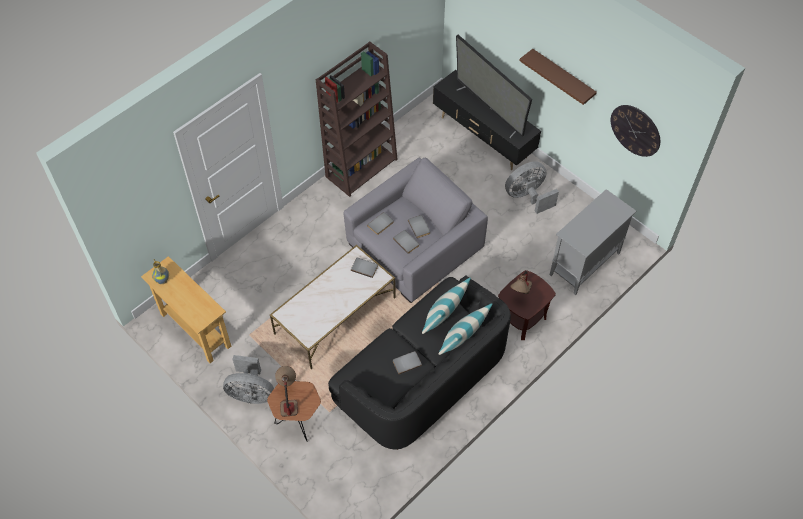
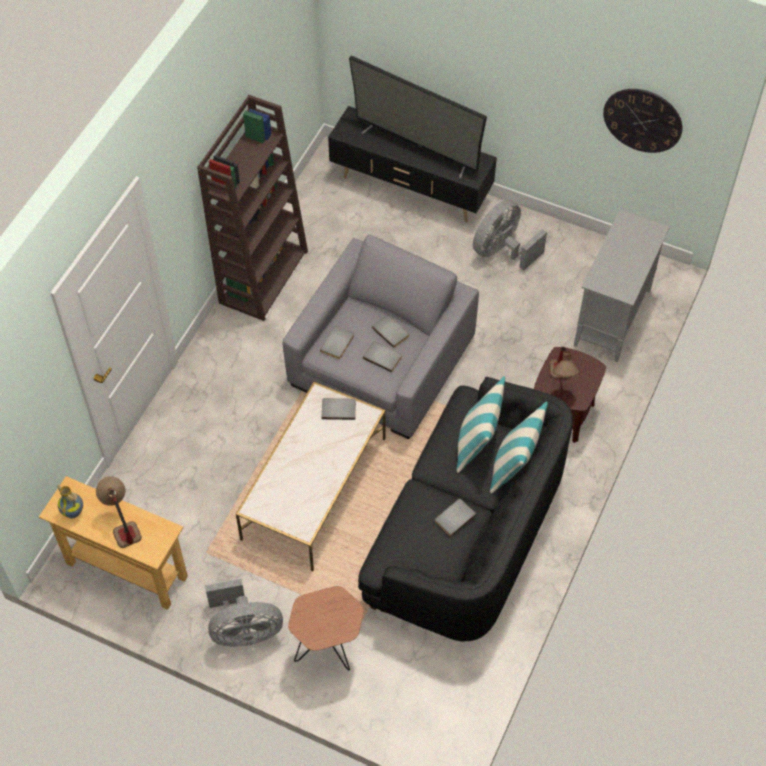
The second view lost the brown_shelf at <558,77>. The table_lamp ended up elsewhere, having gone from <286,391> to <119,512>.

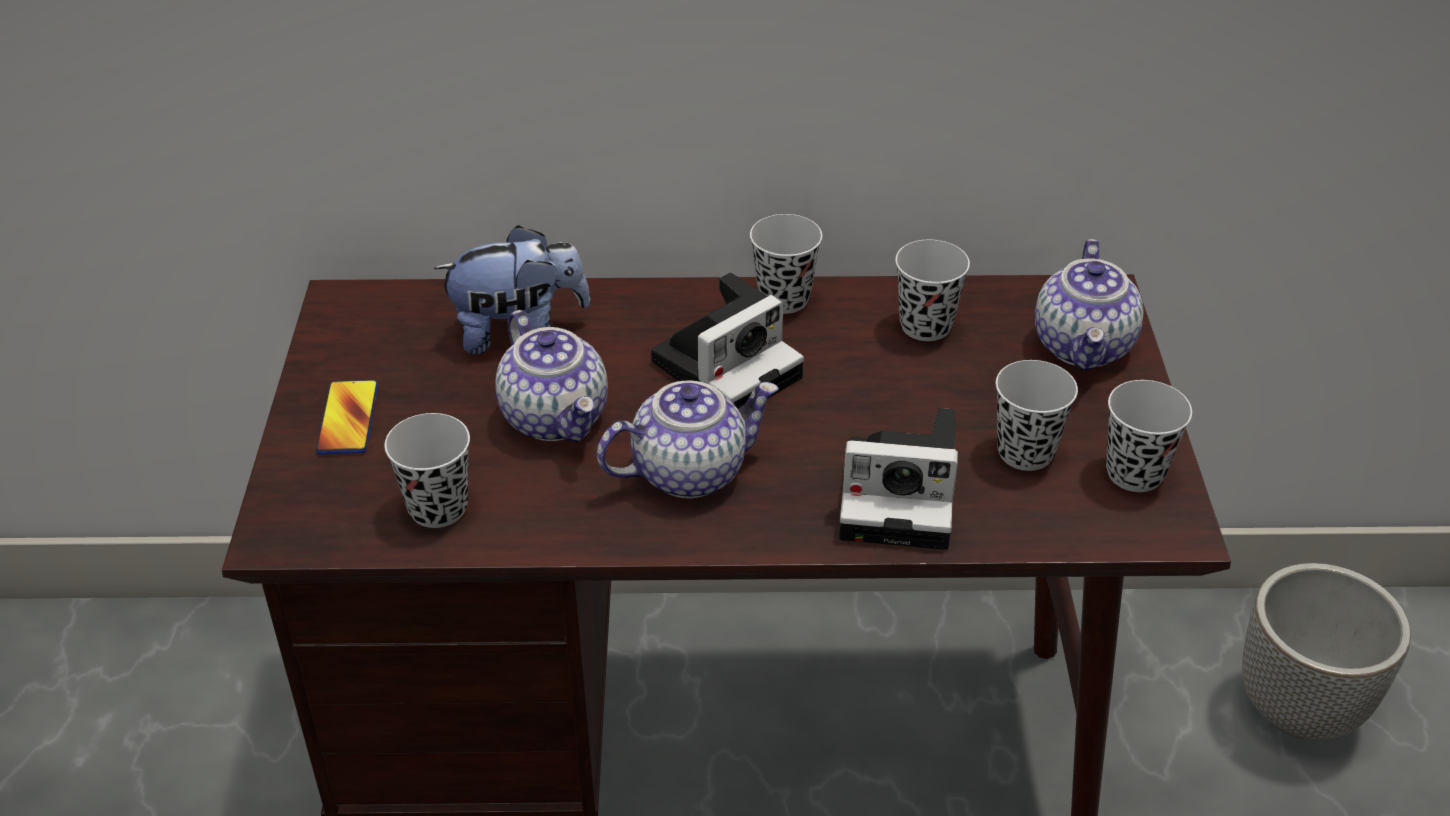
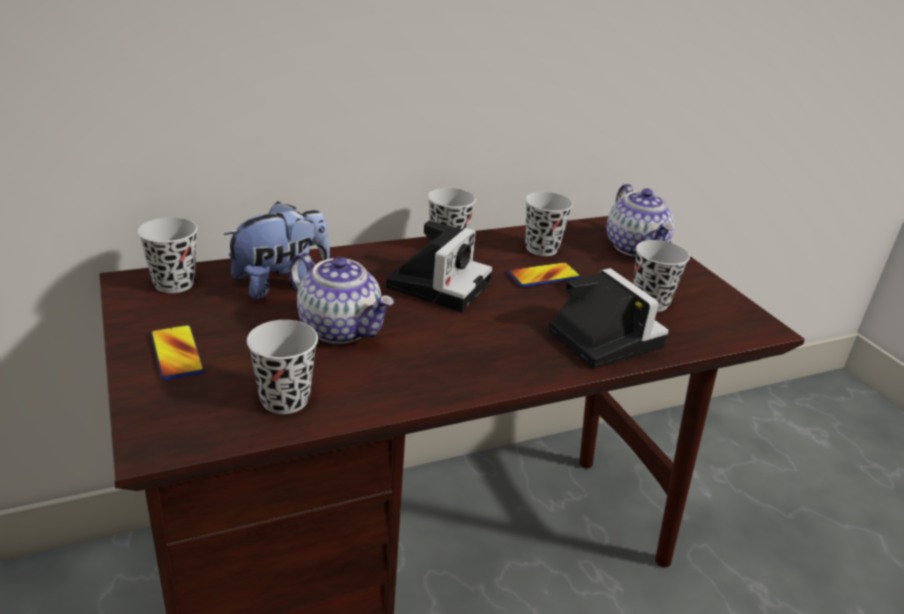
The second view lost the teapot at <687,439>. The black_cup ended up elsewhere, having gone from <1149,436> to <167,255>. The photo_camera at <898,479> ended up facing another way, 105 degrees counterclockwise from before. The second view lost the planter at <1326,651>. The second view gained the phone at <544,274>.

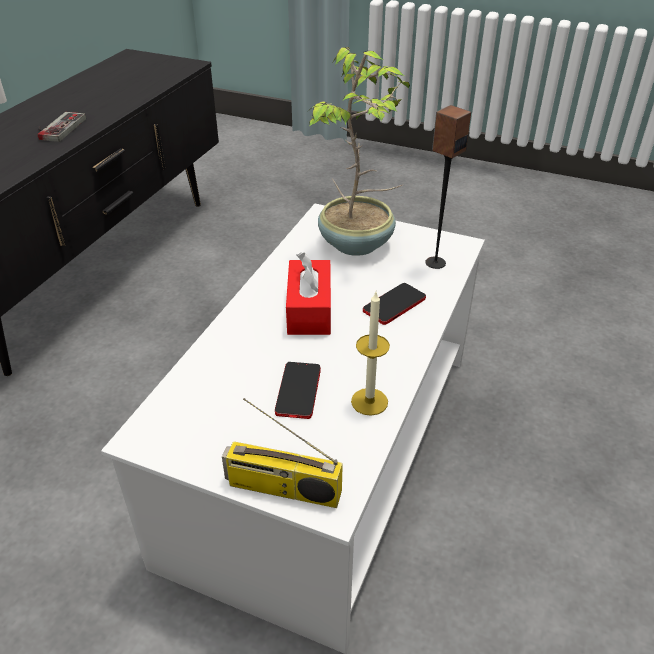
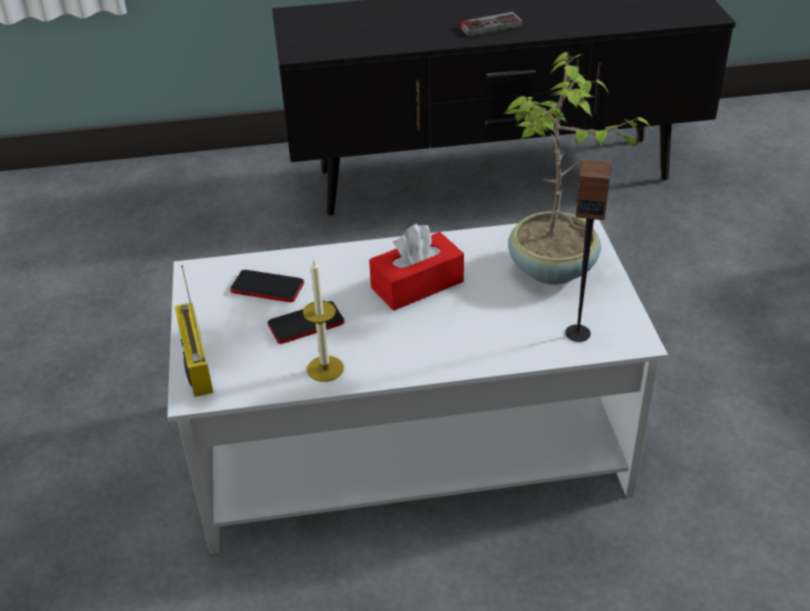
The phone ended up elsewhere, having gone from <394,304> to <267,286>.

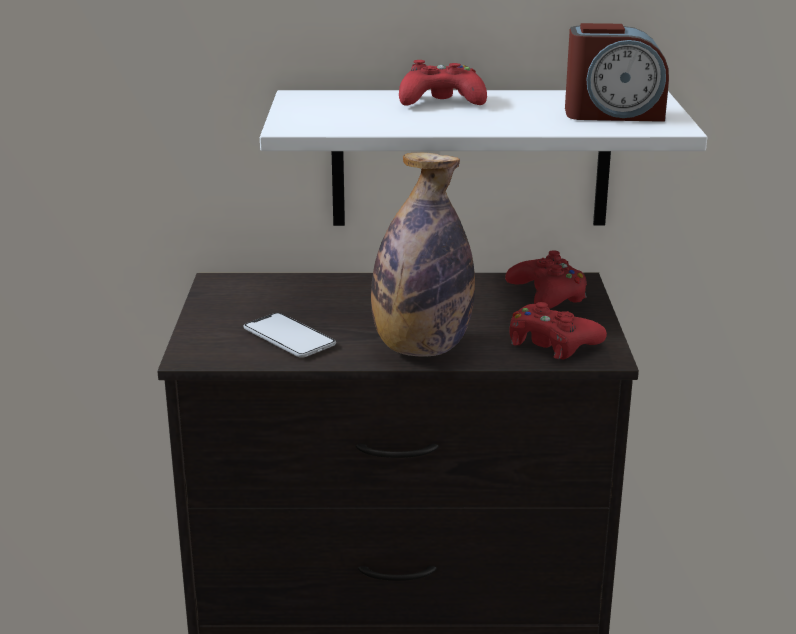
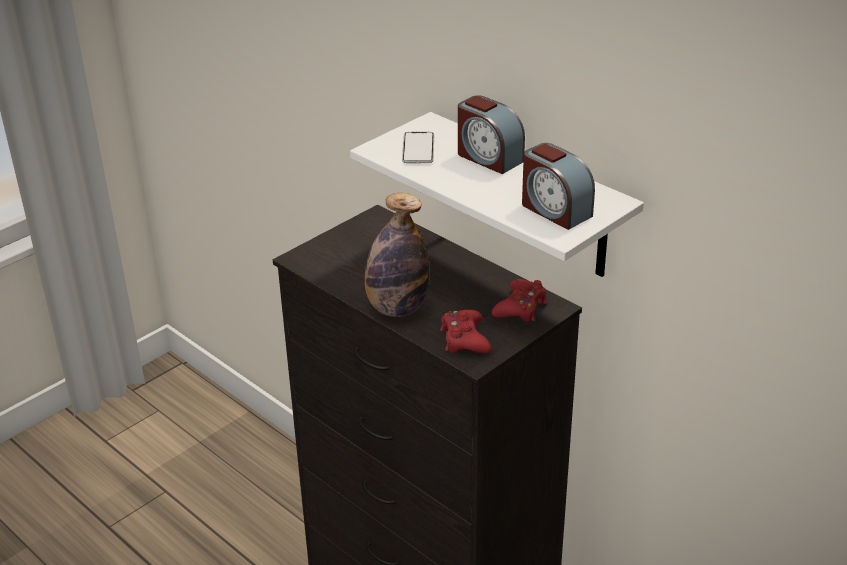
Where the red_game_controller stood at <443,83>, the alarm_clock came to stand at <491,134>. The phone ended up elsewhere, having gone from <290,335> to <418,147>.

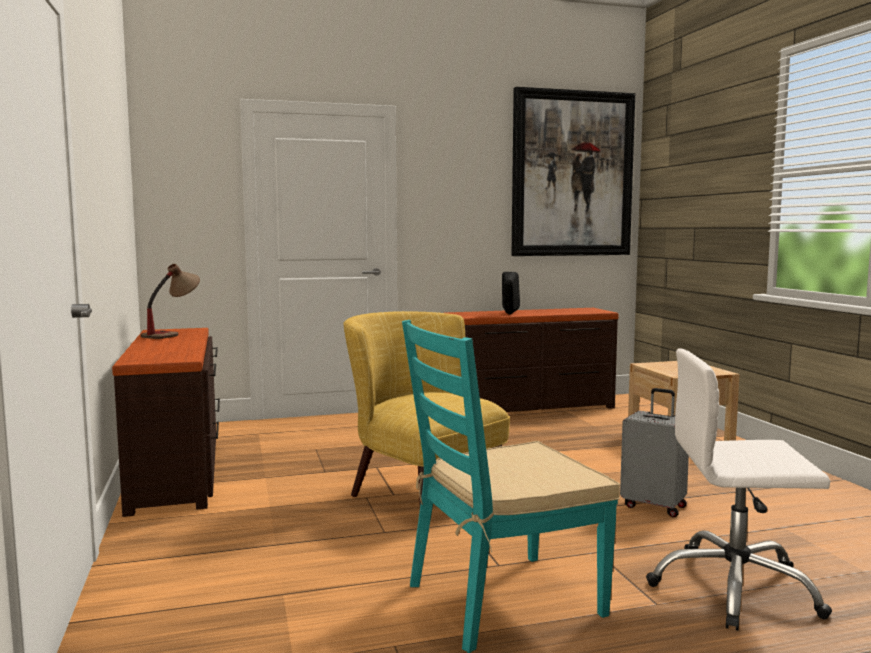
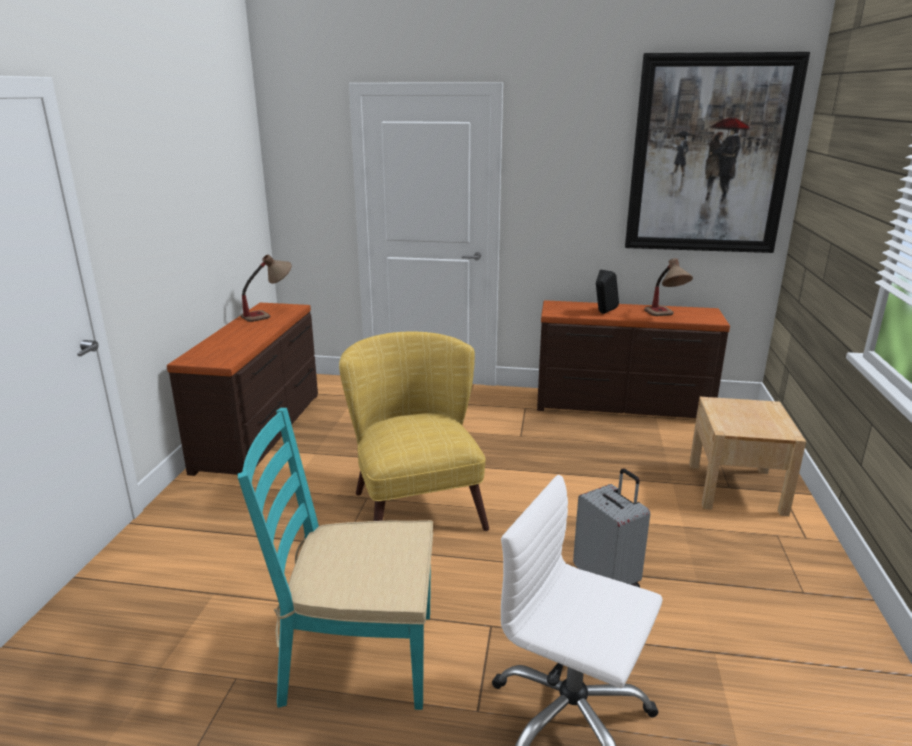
The second view gained the table_lamp at <668,287>.

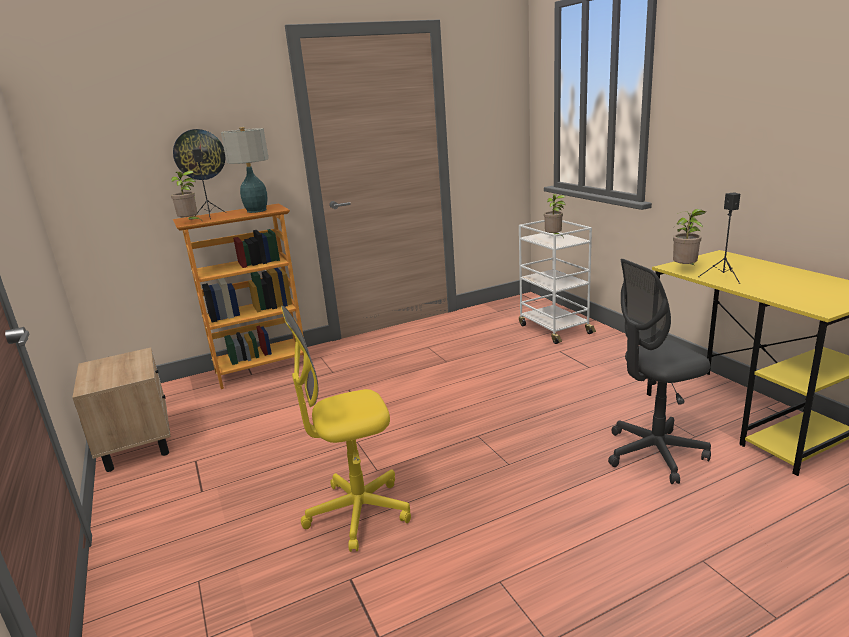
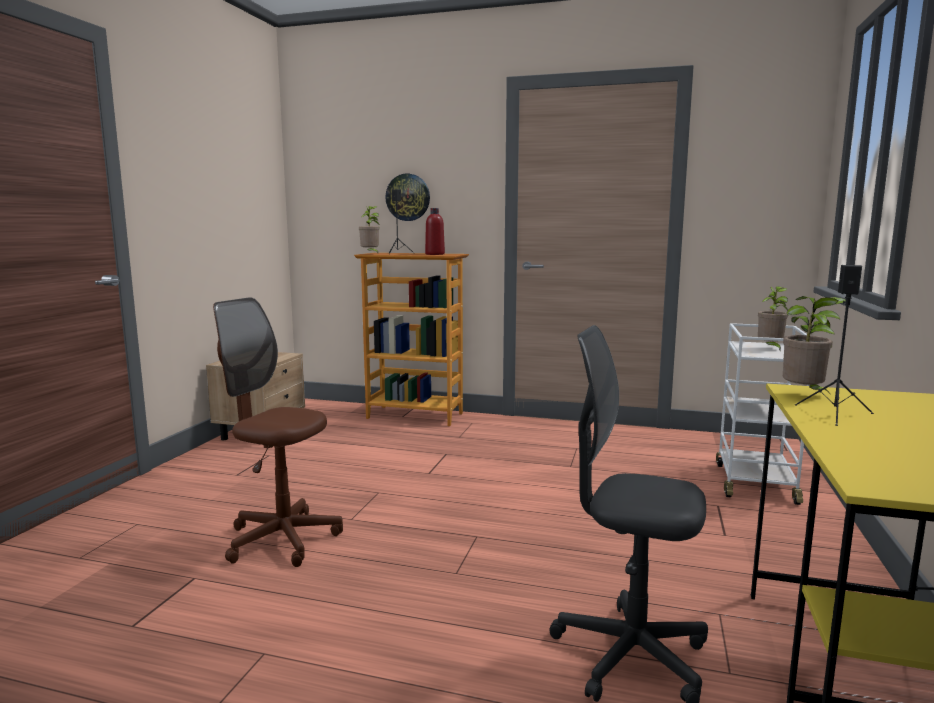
Where the table_lamp stood at <244,170>, the red_bottle came to stand at <435,231>. What was the yellow_office_chair at <346,429> turned into the brown_office_chair at <278,432>.

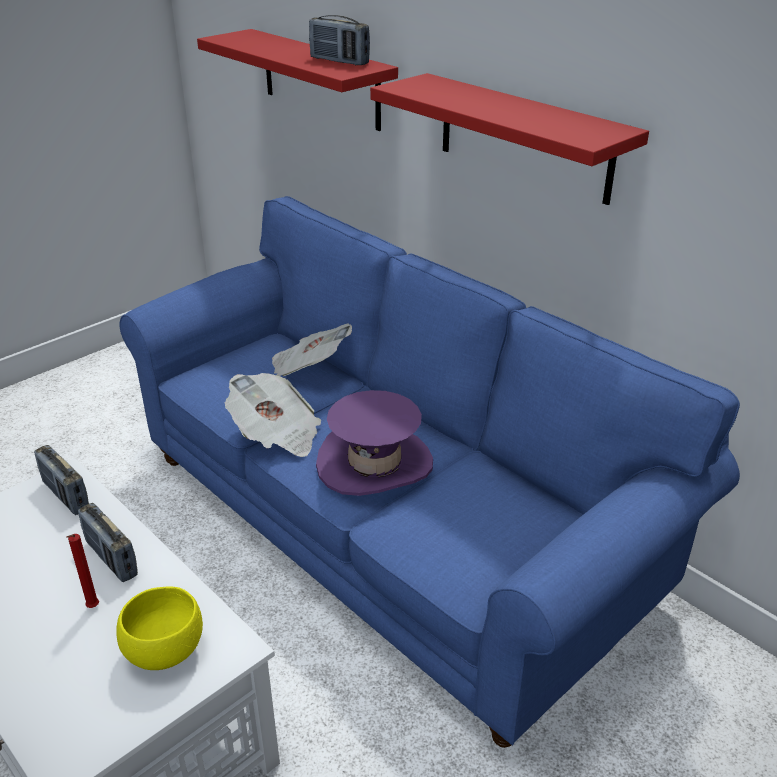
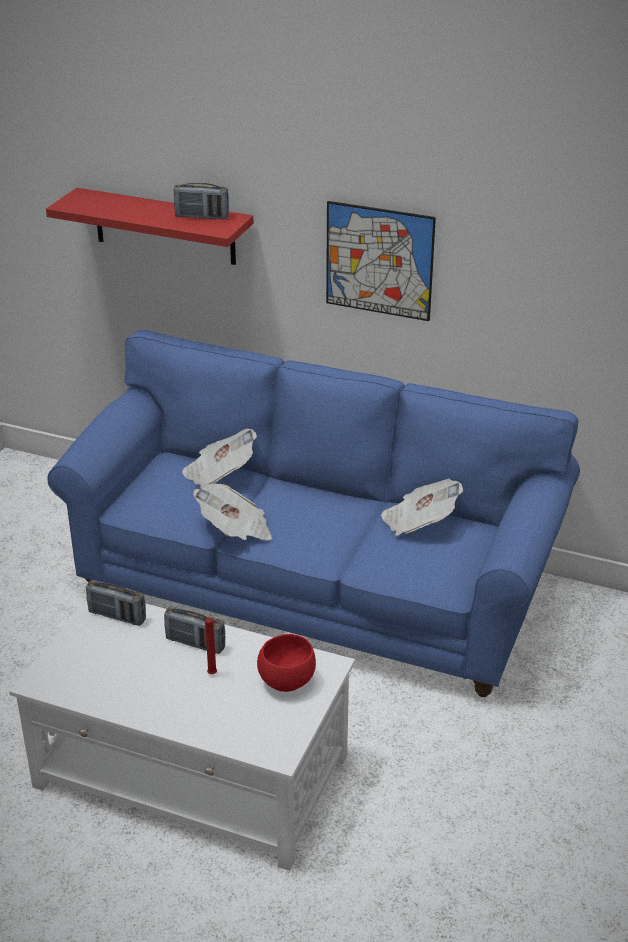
Where the red_shelf hung at <509,139>, the picture came to hang at <381,261>. The second view lost the purple_hat at <374,443>. What was the yellow_bowl at <159,628> turned into the red_bowl at <286,663>. The second view gained the newspaper at <422,507>.

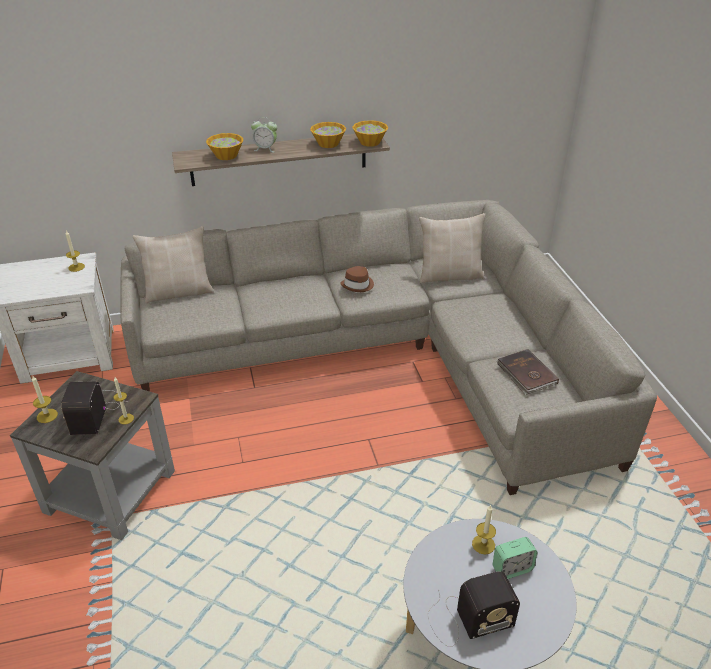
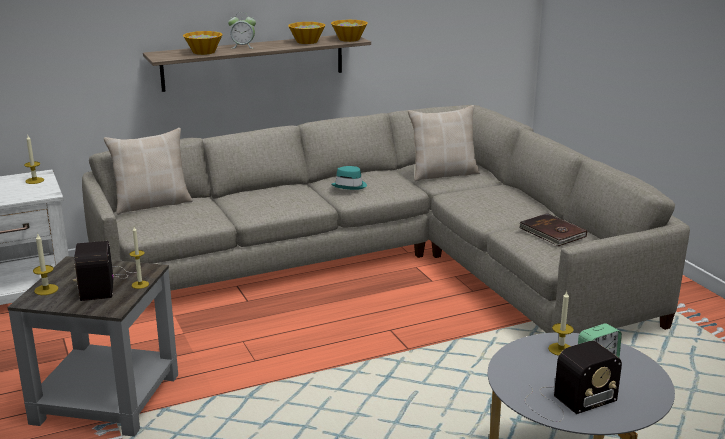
What was the brown_hat at <357,279> turned into the turquoise_hat at <349,178>.

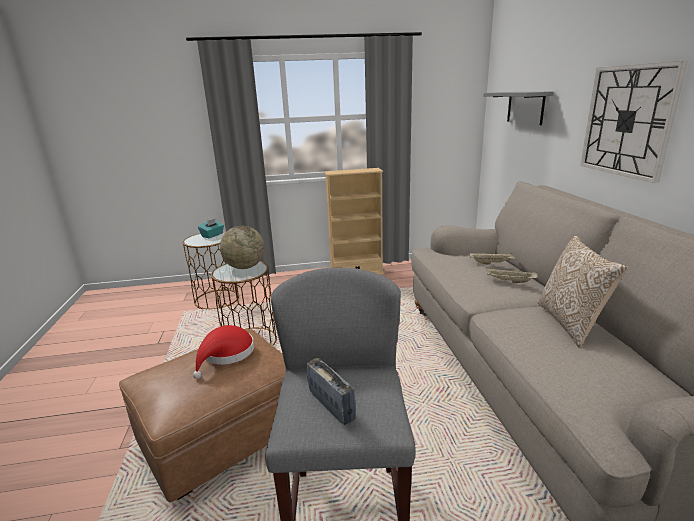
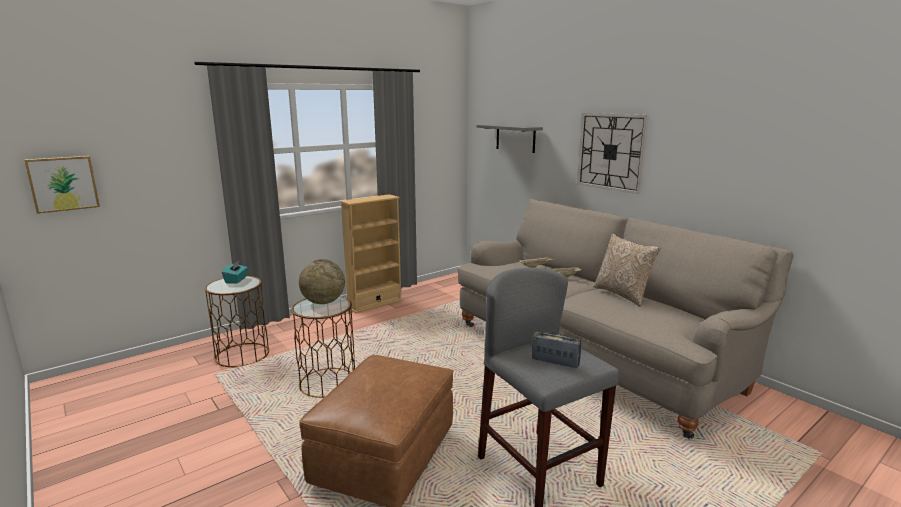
The second view lost the red_hat at <223,352>. The second view gained the picture at <62,185>.

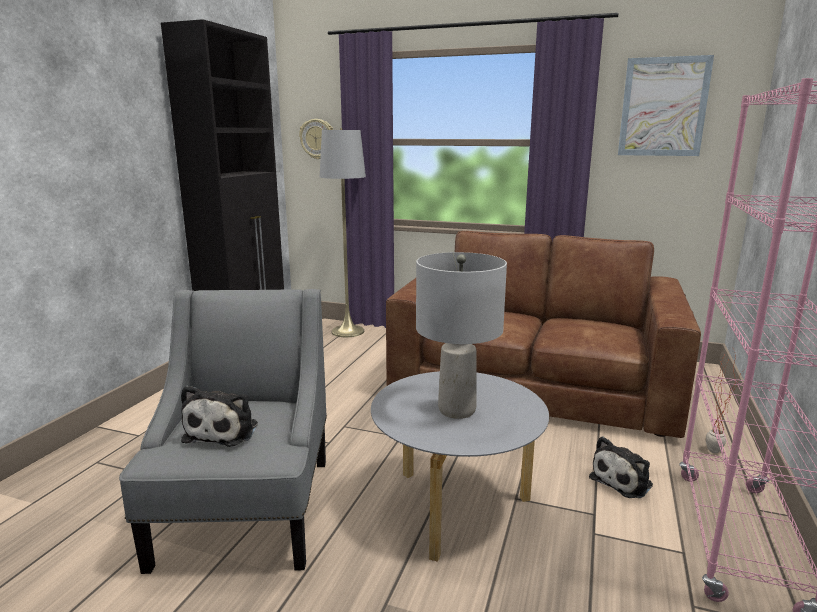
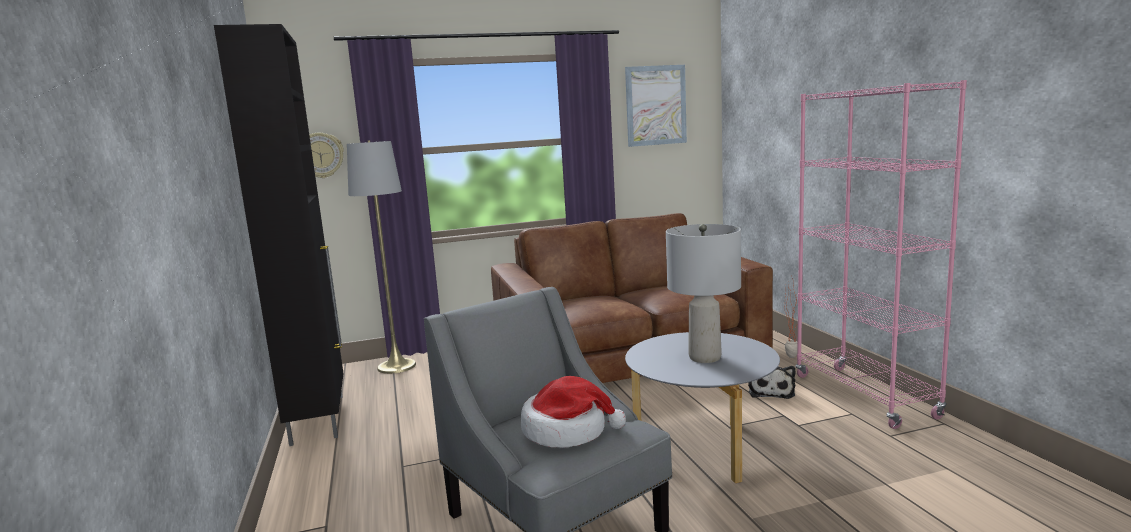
Where the plush_toy stood at <219,416>, the hat came to stand at <573,412>.

